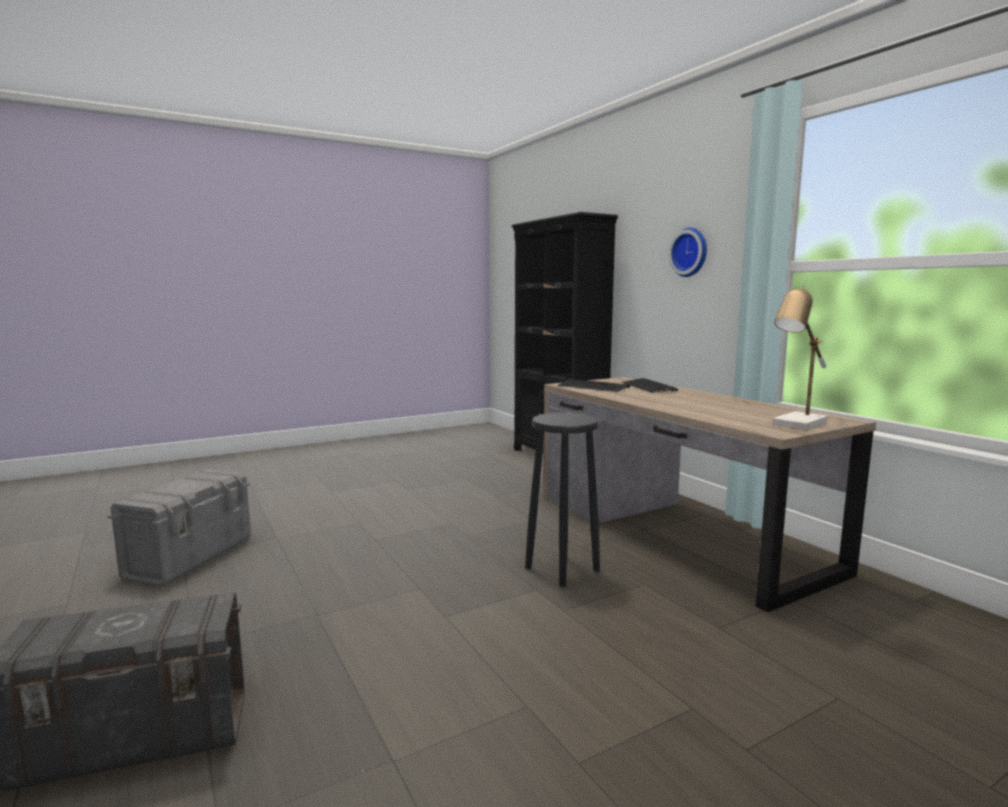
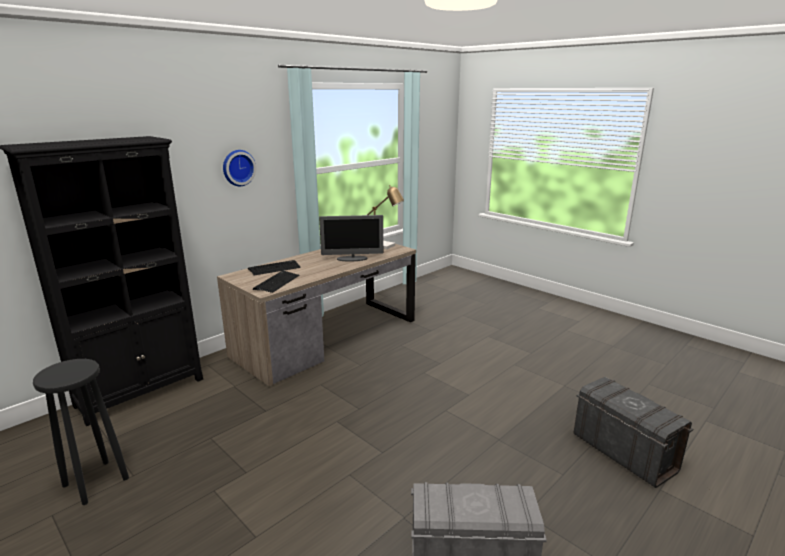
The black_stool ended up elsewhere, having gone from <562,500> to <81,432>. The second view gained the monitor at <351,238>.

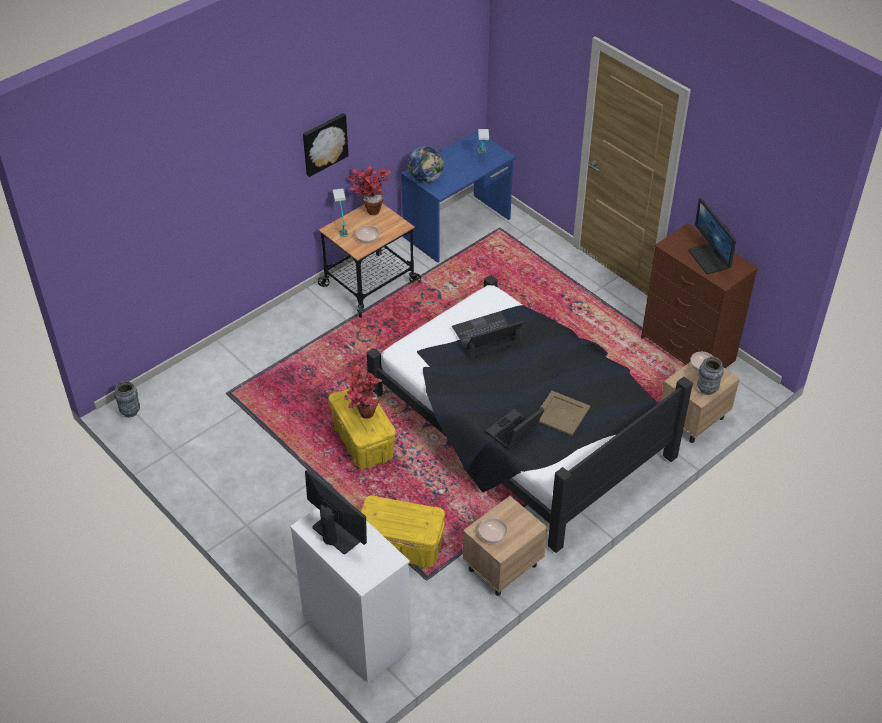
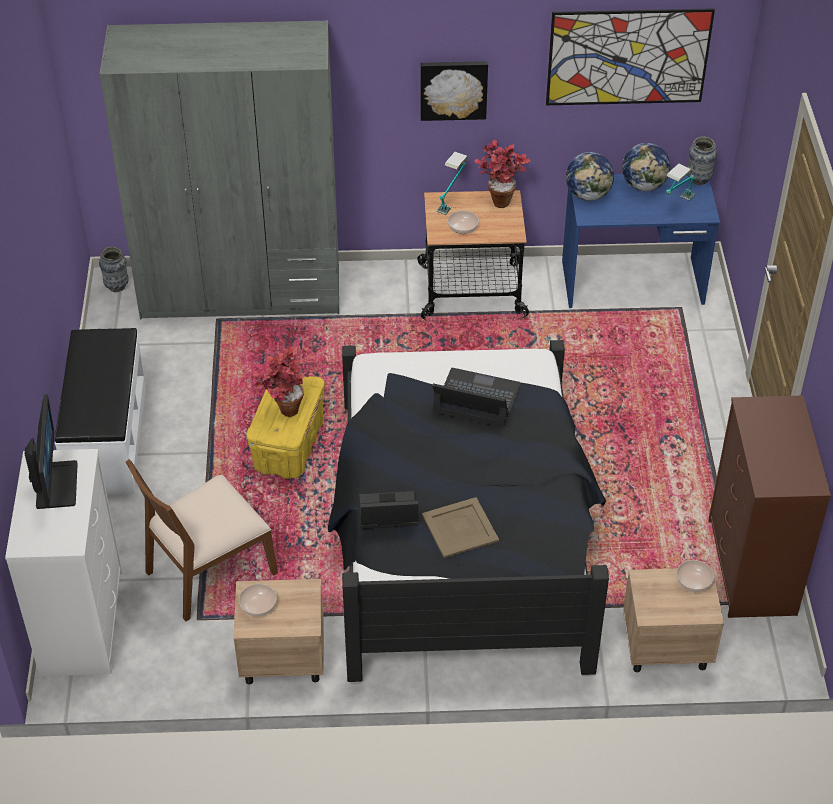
The second view lost the monitor at <712,236>. The vase ended up elsewhere, having gone from <710,376> to <702,161>. Where the yellow_storage_box stood at <403,531>, the brown_chair came to stand at <202,540>. The second view gained the picture at <630,56>. The second view gained the grey_wardrobe at <219,169>. The second view gained the globe at <646,167>. The second view gained the white_bench at <100,411>.

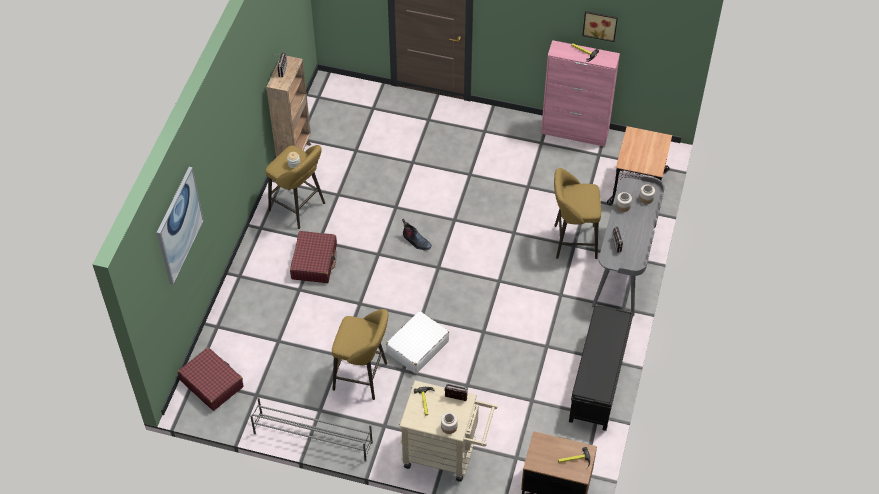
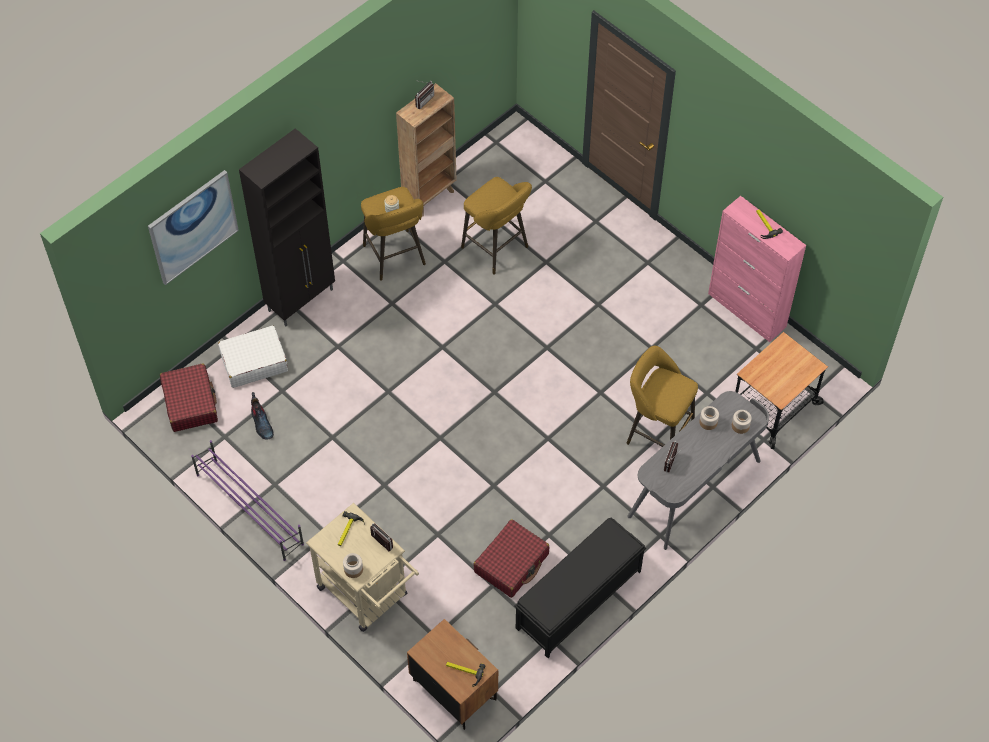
The second view lost the picture at <600,26>. The boot ended up elsewhere, having gone from <417,234> to <262,416>. The red_suitcase ended up elsewhere, having gone from <313,257> to <511,558>. The yellow_stool ended up elsewhere, having gone from <360,354> to <496,226>. The white_suitcase ended up elsewhere, having gone from <417,342> to <253,356>. What was the grey_shoe_rack at <311,429> turned into the purple_shoe_rack at <247,500>. The second view gained the black_cabinet at <287,227>.

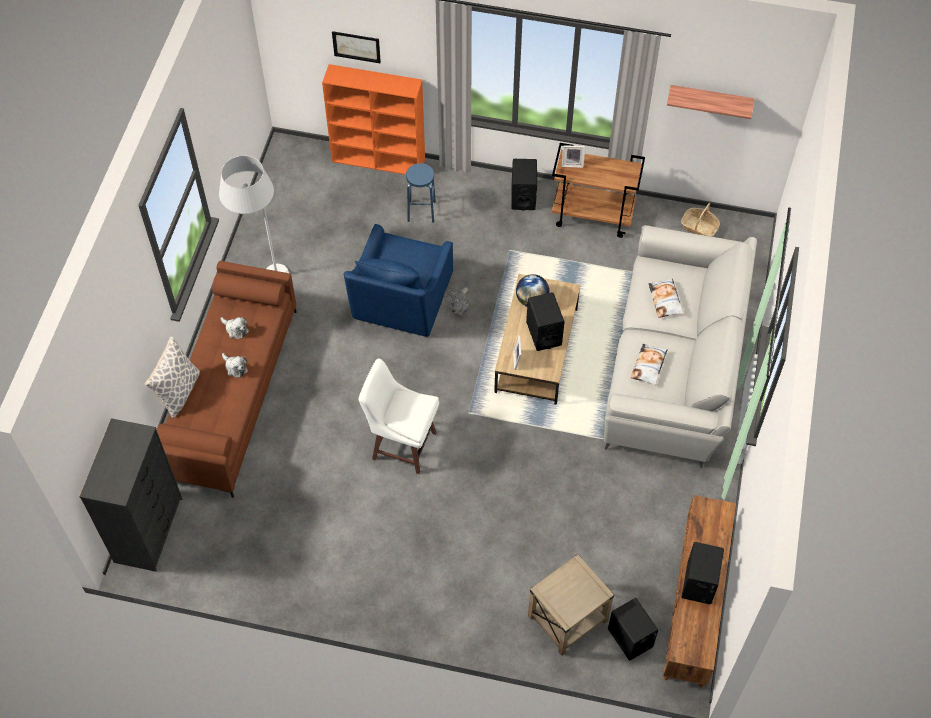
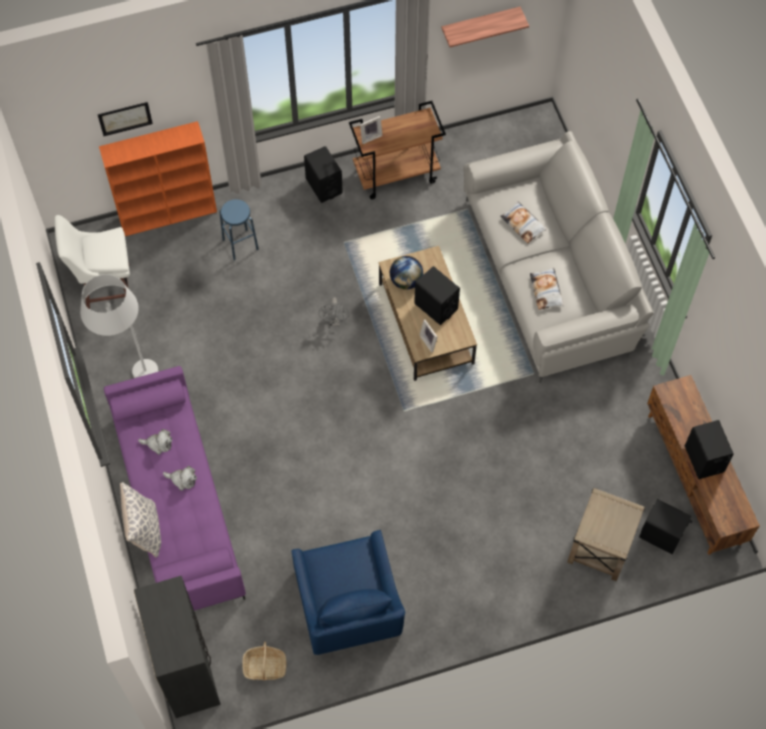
The basket ended up elsewhere, having gone from <700,219> to <264,661>. The blue_armchair ended up elsewhere, having gone from <398,280> to <348,592>. What was the brown_sofa at <226,379> turned into the purple_sofa at <175,488>. The white_stool ended up elsewhere, having gone from <399,416> to <92,262>.

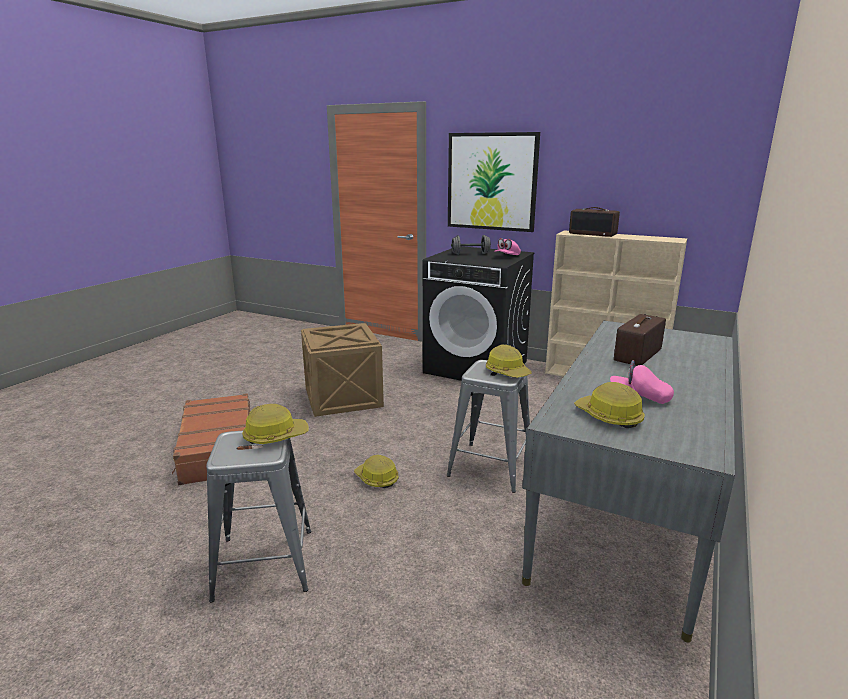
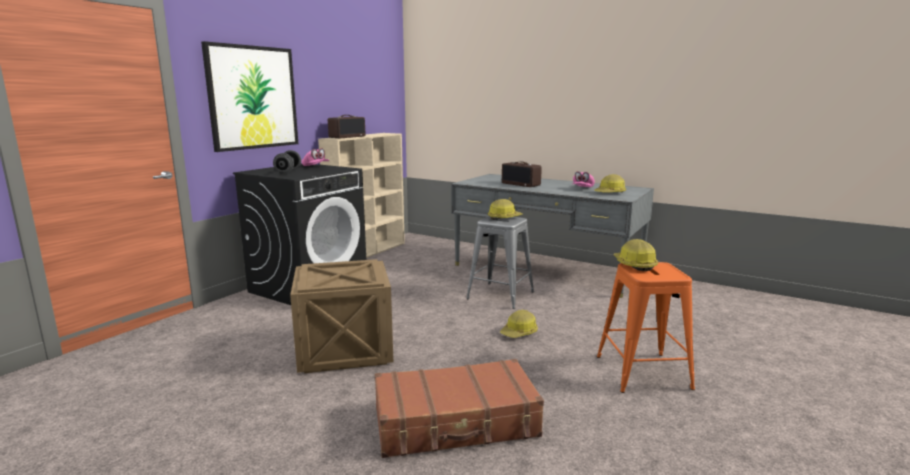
What was the grey_stool at <258,517> turned into the orange_stool at <646,327>.

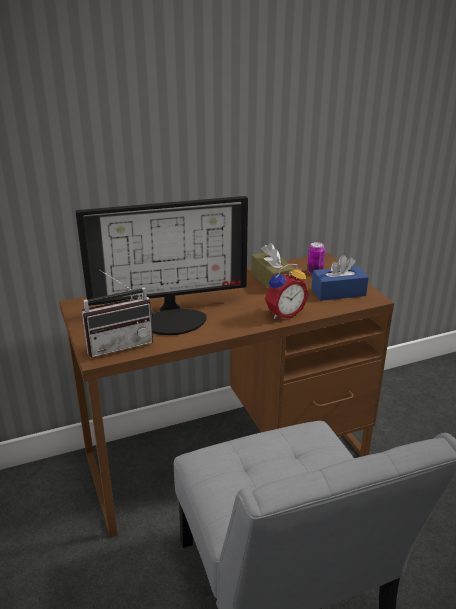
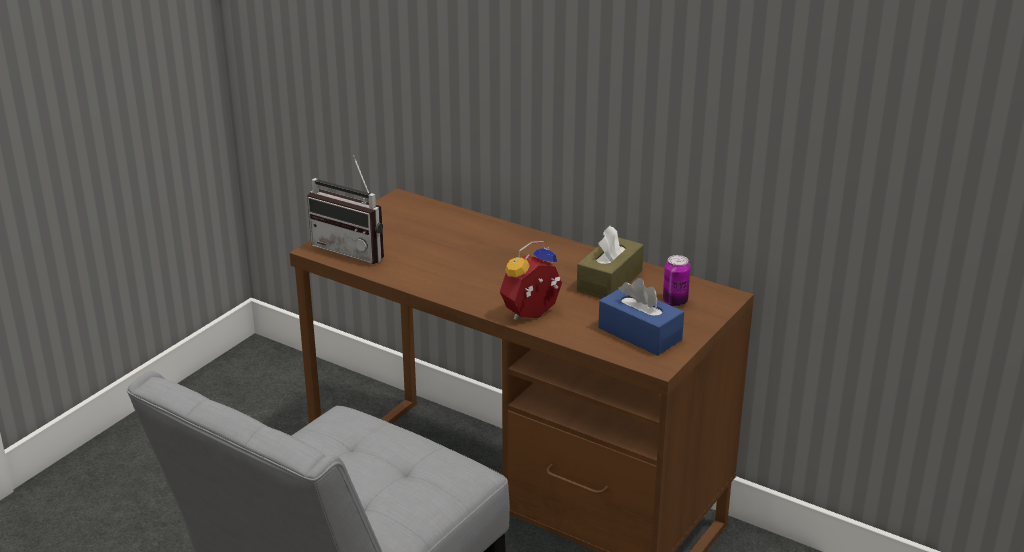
The second view lost the monitor at <162,265>. The alarm_clock at <287,291> ended up facing another way, 120 degrees clockwise from before.

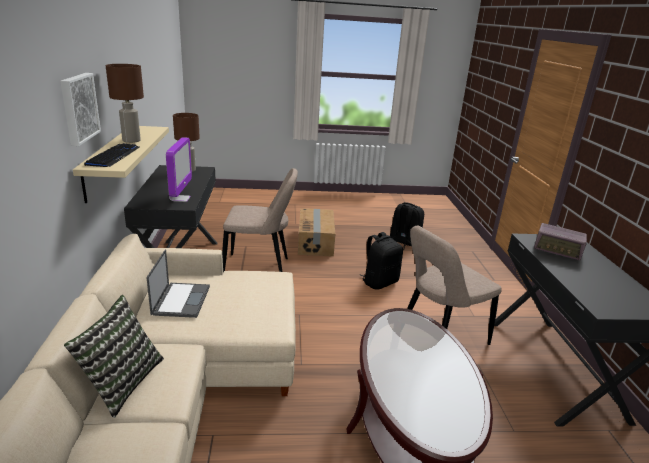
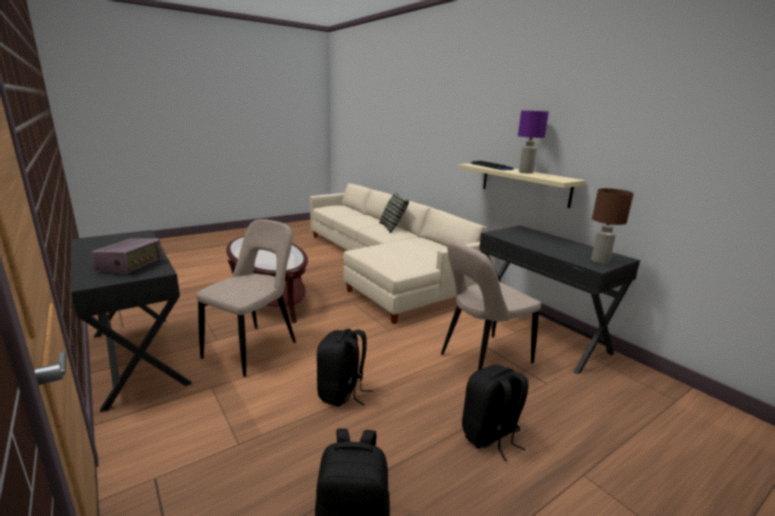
What was the brown_table_lamp at <125,103> turned into the purple_table_lamp at <533,142>. The second view lost the picture at <80,109>. The second view lost the monitor at <179,169>. Where the cardboard_box stood at <316,232>, the black_backpack came to stand at <495,412>. The radio at <560,241> ended up facing another way, 105 degrees clockwise from before. The second view lost the laptop at <178,284>.

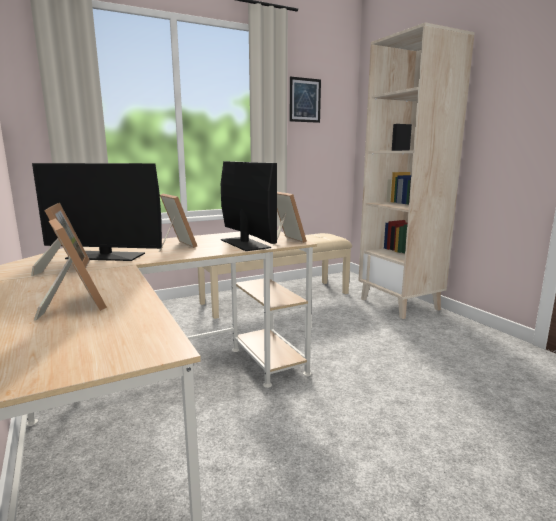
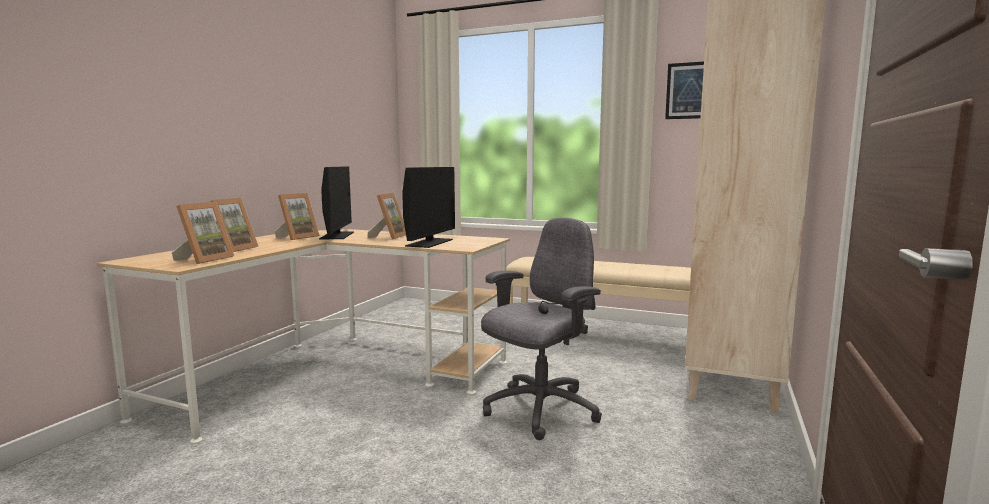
The monitor at <97,212> ended up facing another way, 150 degrees counterclockwise from before. The picture_frame ended up elsewhere, having gone from <290,219> to <203,233>. The second view gained the grey_office_chair at <541,328>.

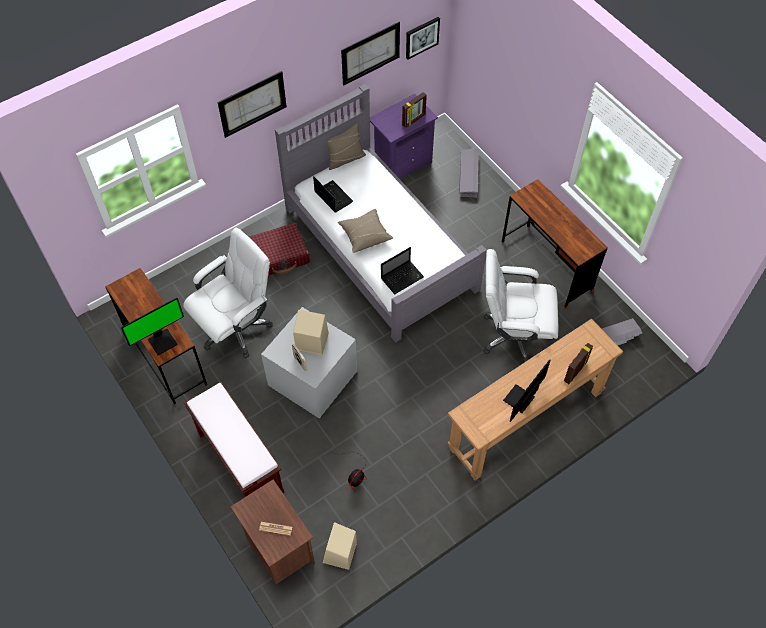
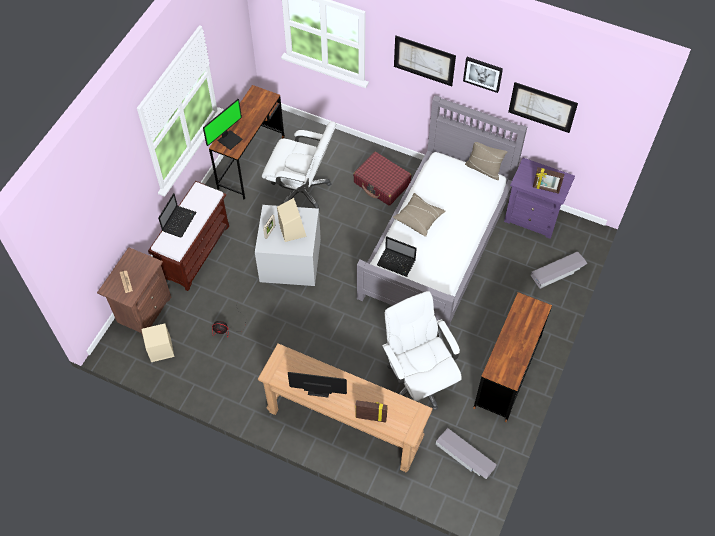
The picture ended up elsewhere, having gone from <423,38> to <483,75>. The laptop ended up elsewhere, having gone from <333,194> to <177,215>. The monitor at <152,326> ended up facing another way, 75 degrees counterclockwise from before.

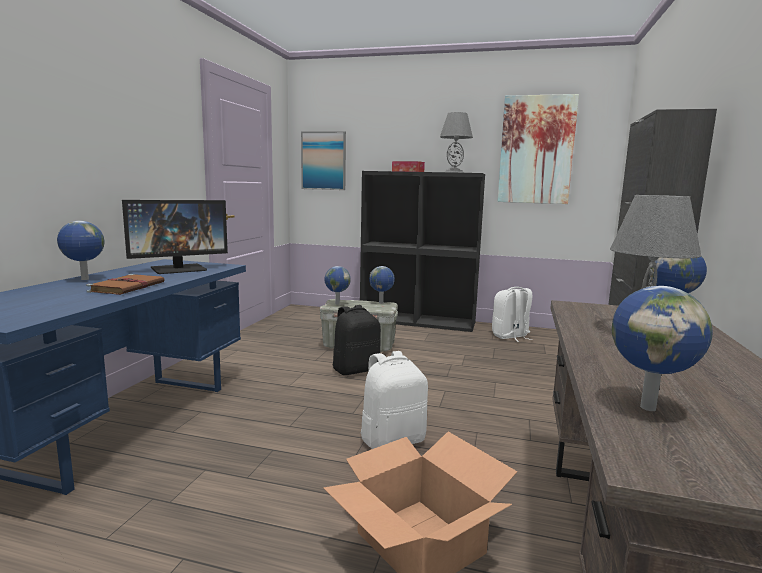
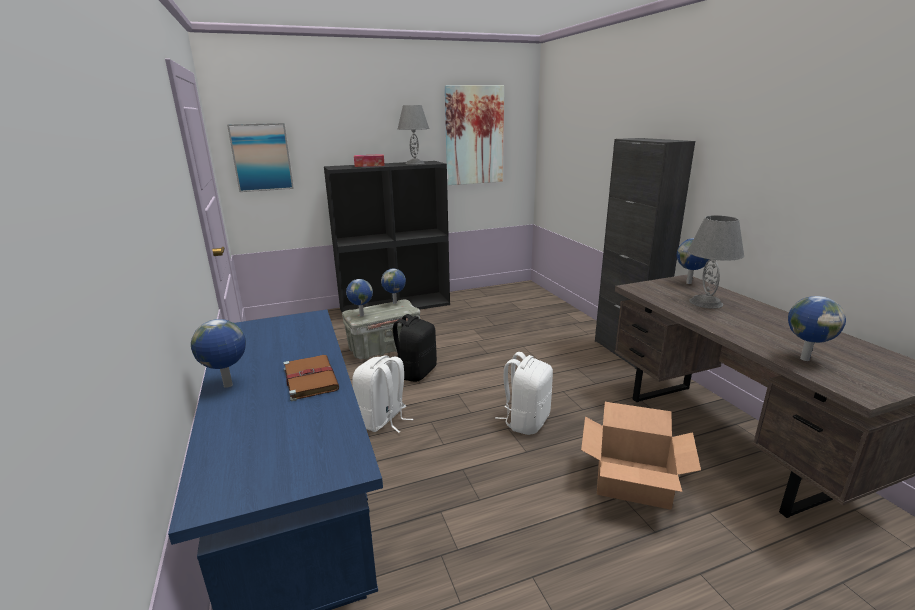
The second view lost the monitor at <175,237>. The white_backpack ended up elsewhere, having gone from <512,314> to <382,394>.

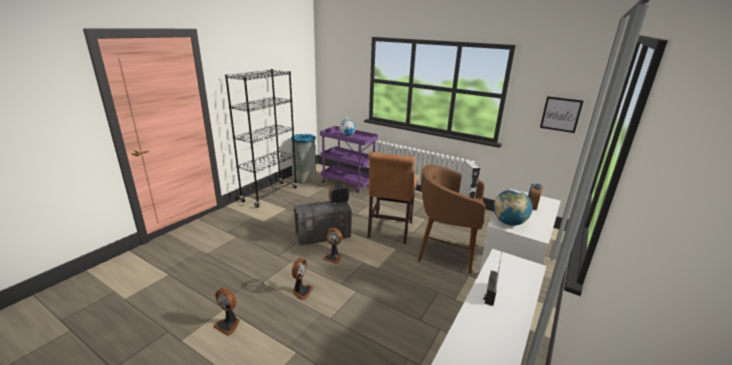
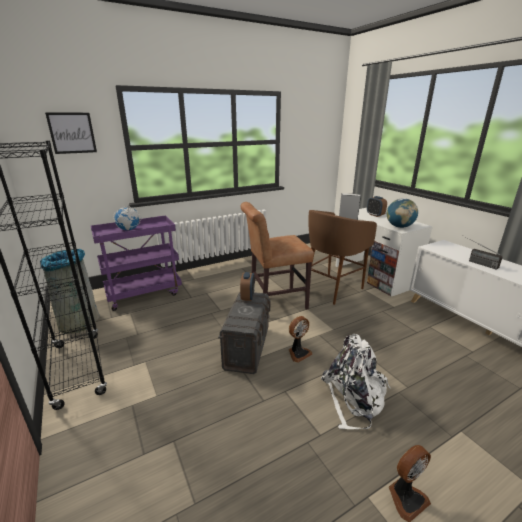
The picture ended up elsewhere, having gone from <561,114> to <71,133>. The brown_chair at <392,198> ended up facing another way, 120 degrees clockwise from before. Where the fan stood at <303,279>, the white_backpack came to stand at <356,381>.

